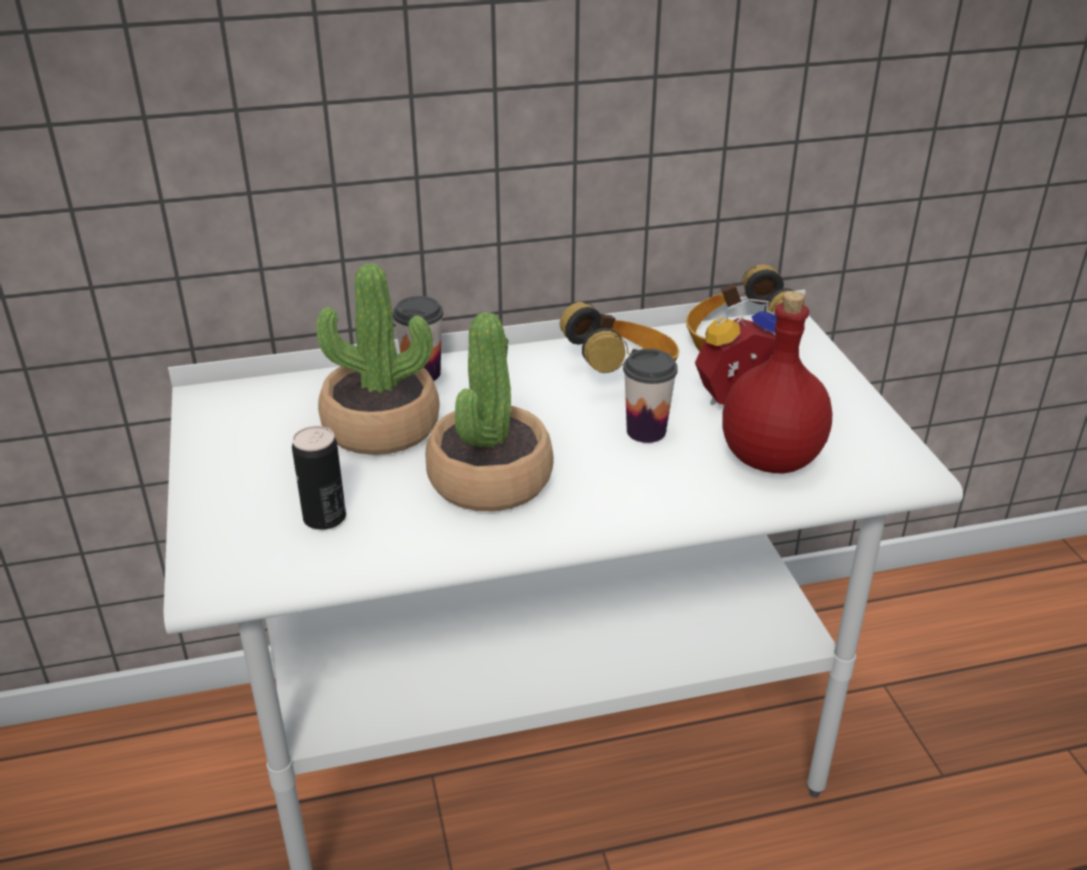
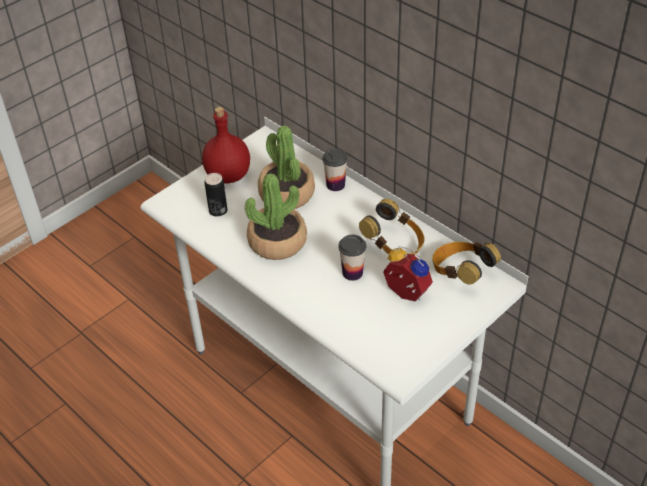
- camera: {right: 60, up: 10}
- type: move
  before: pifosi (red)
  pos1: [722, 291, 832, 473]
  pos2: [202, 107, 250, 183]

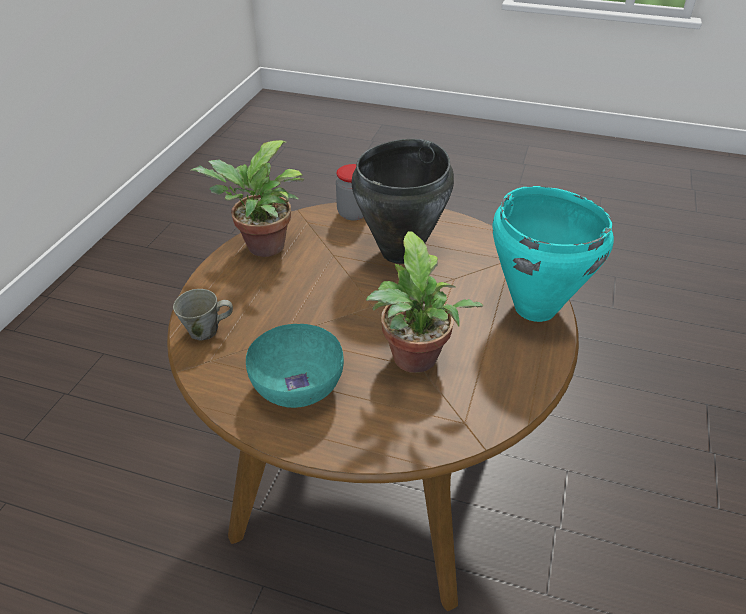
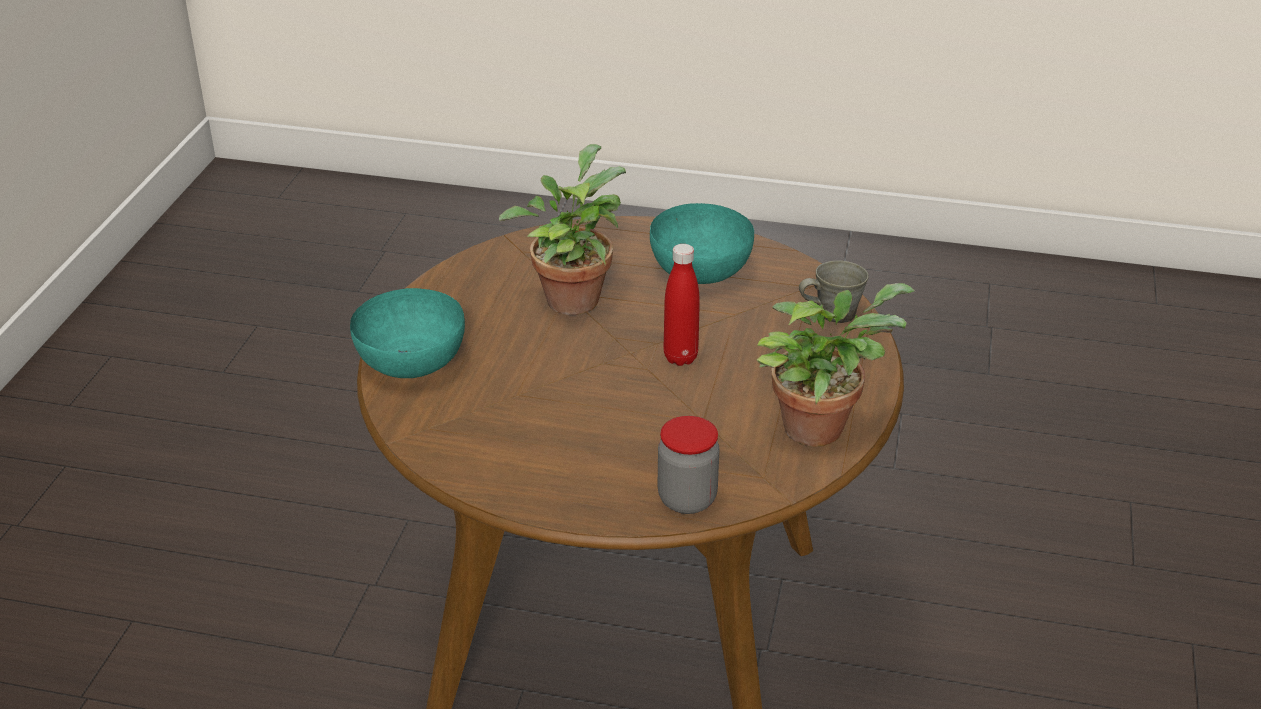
- camera: {right: 175, up: -5}
- type: delete
  before: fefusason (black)
  pos1: [351, 139, 454, 264]
- type: replace
  before: fefusason (turquoise)
  after: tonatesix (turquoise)
  pos1: [493, 186, 614, 322]
  pos2: [350, 288, 465, 378]
- type: insert
  after: pifosi (red)
  pos2: [664, 244, 700, 366]

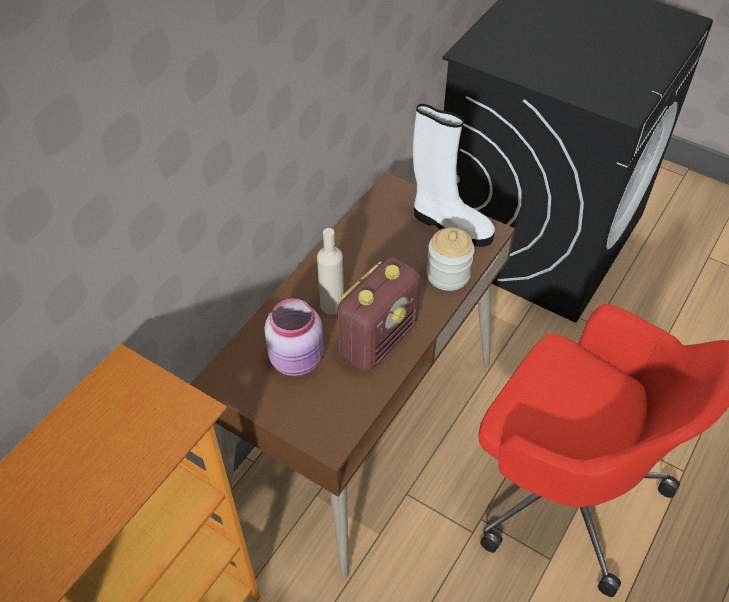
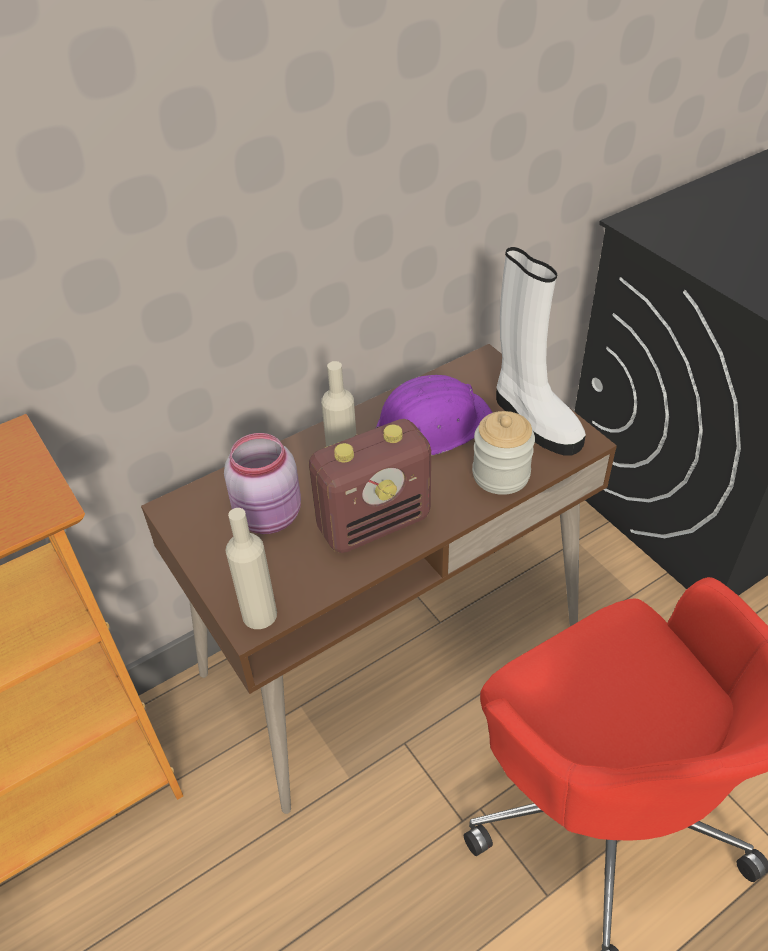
- camera: {right: 25, up: -5}
- type: insert
  after: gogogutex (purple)
  pos2: [376, 375, 493, 456]
- type: insert
  after: pifosi (beige)
  pos2: [225, 508, 277, 629]

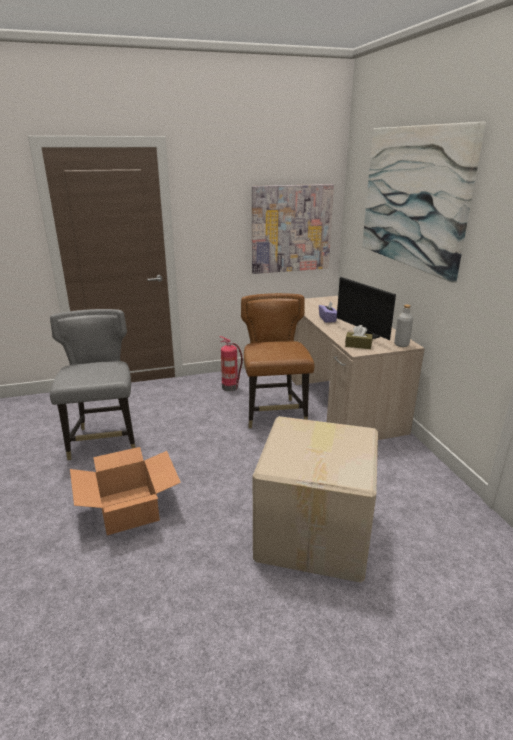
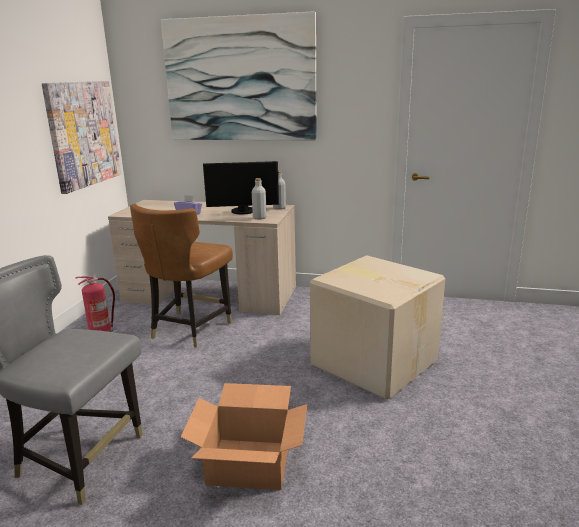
- camera: {right: -60, up: -5}
- type: rotate
  before: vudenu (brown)
  pos1: [241, 293, 314, 428]
  pos2: [130, 204, 233, 348]
  turn: -90
- type: replace
  before: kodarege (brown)
  after: pifosi (grey)
  pos1: [345, 325, 373, 349]
  pos2: [252, 178, 267, 220]

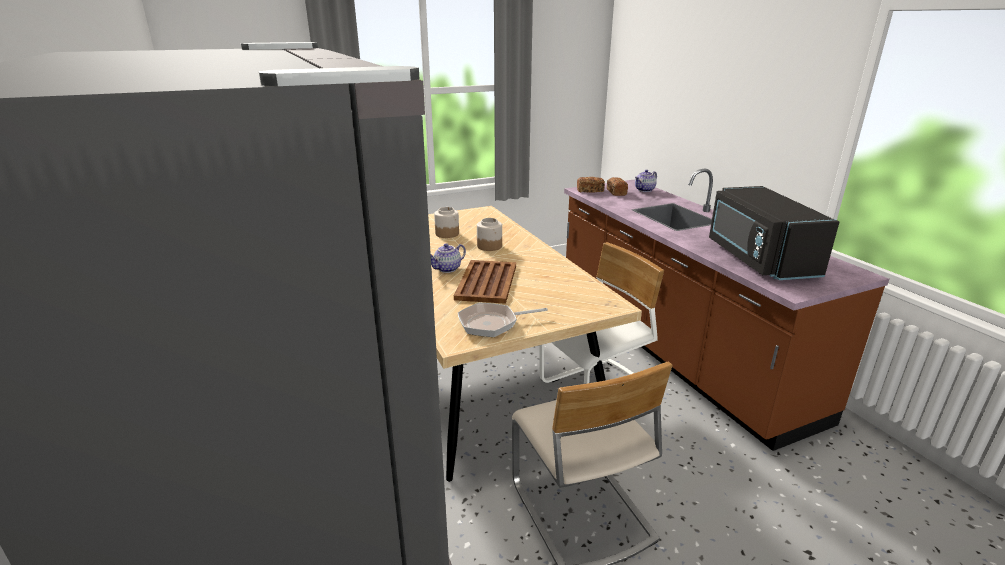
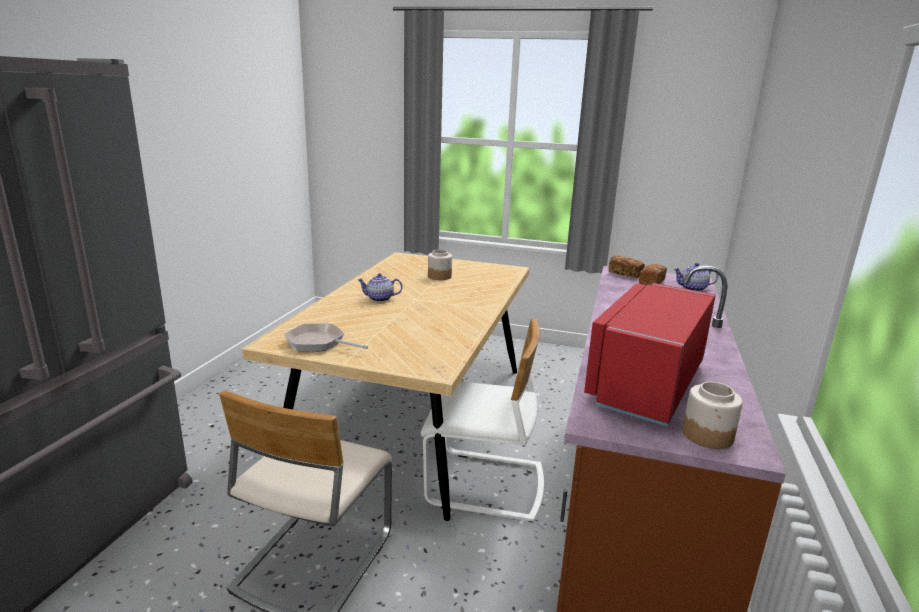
- camera: {right: 40, up: -5}
- type: recolor
  before: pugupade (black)
  after: pugupade (red)
  pos1: [709, 186, 839, 280]
  pos2: [584, 283, 716, 427]
- type: move
  before: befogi
  pos1: [477, 218, 502, 251]
  pos2: [682, 382, 743, 449]
- type: delete
  before: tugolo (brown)
  pos1: [454, 260, 516, 304]

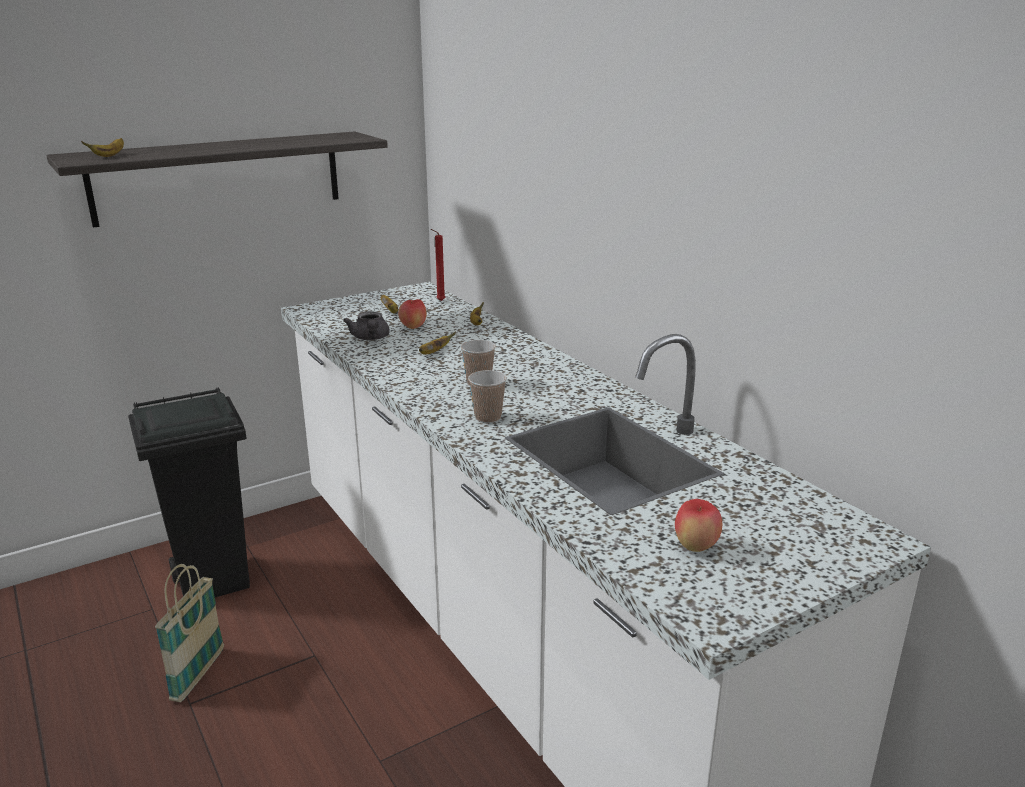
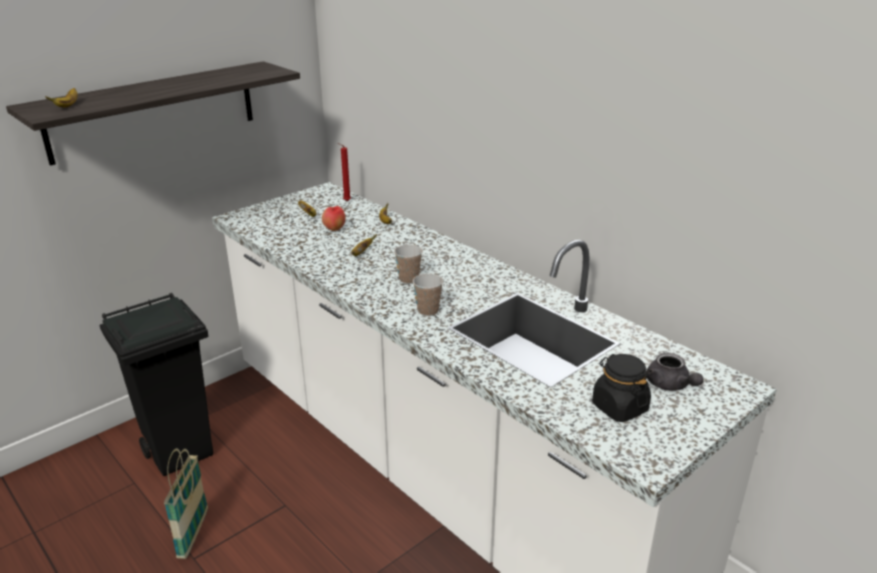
- camera: {right: -10, up: 5}
- type: move
  before: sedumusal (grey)
  pos1: [343, 311, 390, 340]
  pos2: [647, 353, 704, 391]
- type: replace
  before: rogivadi
  after: befogi (black)
  pos1: [675, 499, 722, 552]
  pos2: [592, 354, 651, 422]

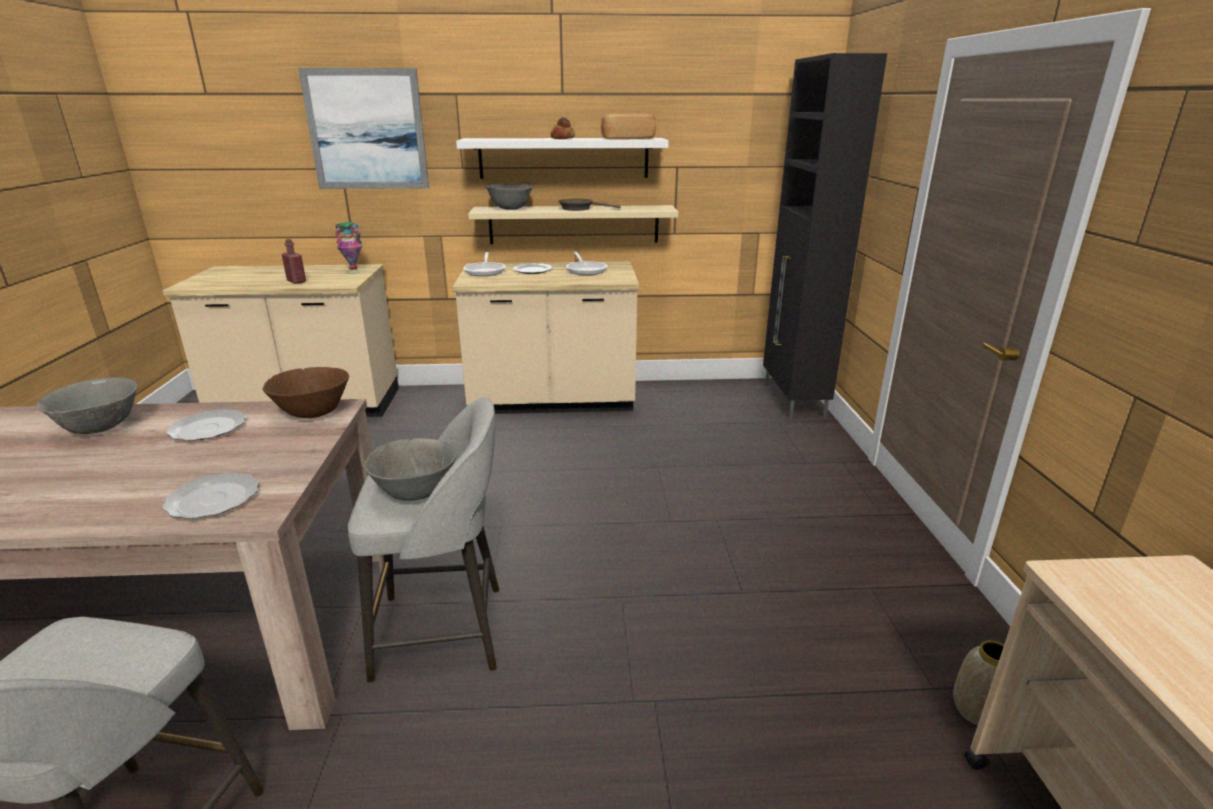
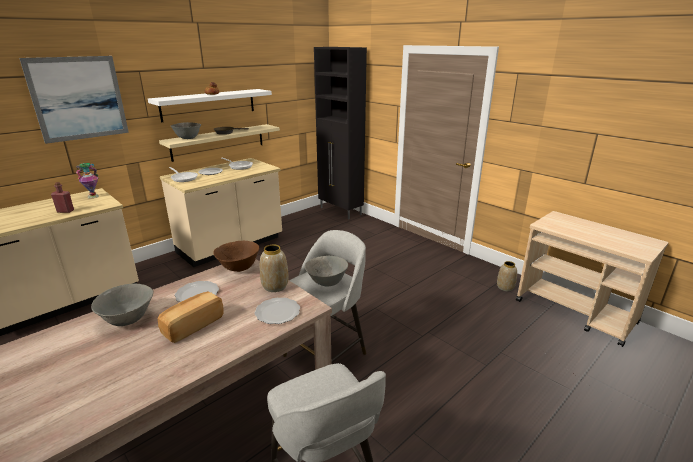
- camera: {right: -40, up: 0}
- type: move
  before: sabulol
  pos1: [601, 114, 656, 140]
  pos2: [158, 292, 224, 343]
- type: insert
  after: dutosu
  pos2: [260, 245, 289, 292]

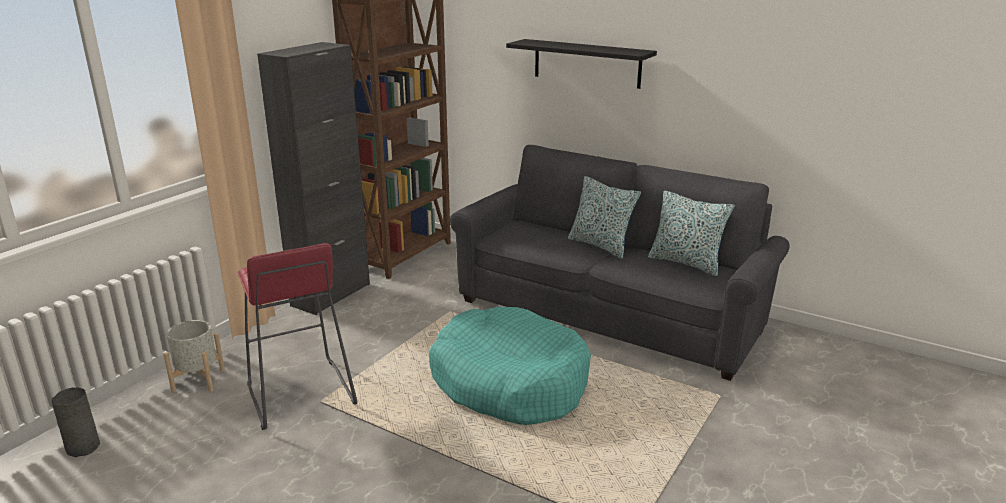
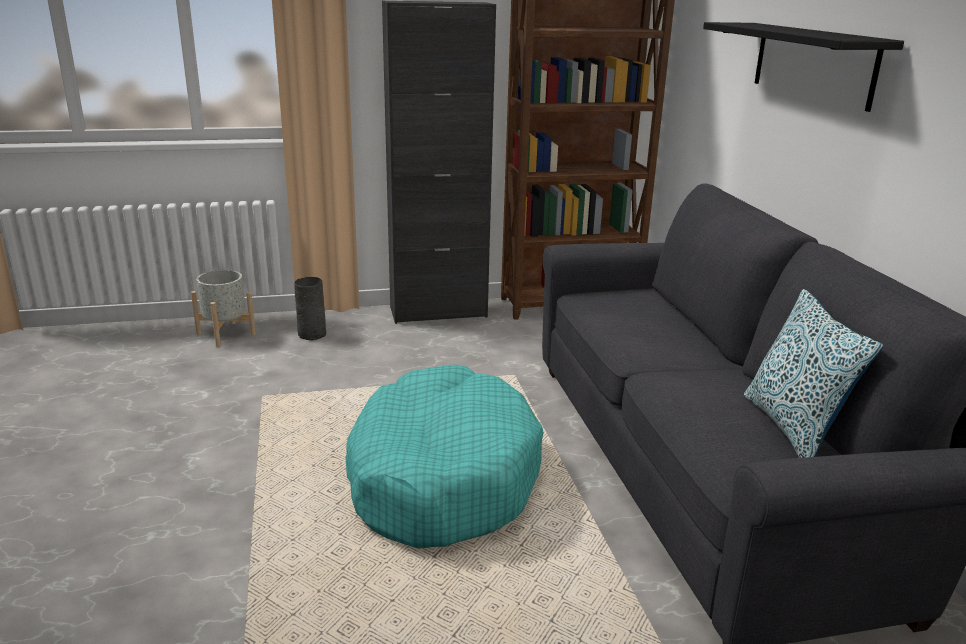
- camera: {right: 45, up: 0}
- type: delete
  before: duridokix
  pos1: [568, 176, 641, 259]
- type: delete
  before: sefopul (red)
  pos1: [238, 243, 357, 430]
- type: move
  before: dutosu (grey)
  pos1: [52, 388, 100, 457]
  pos2: [294, 277, 326, 340]

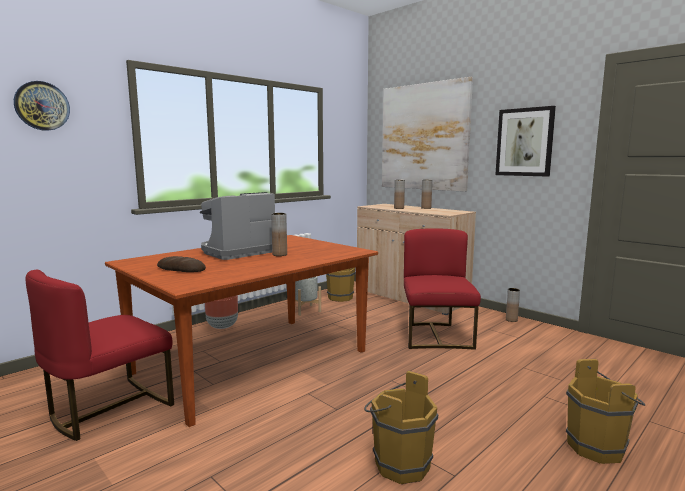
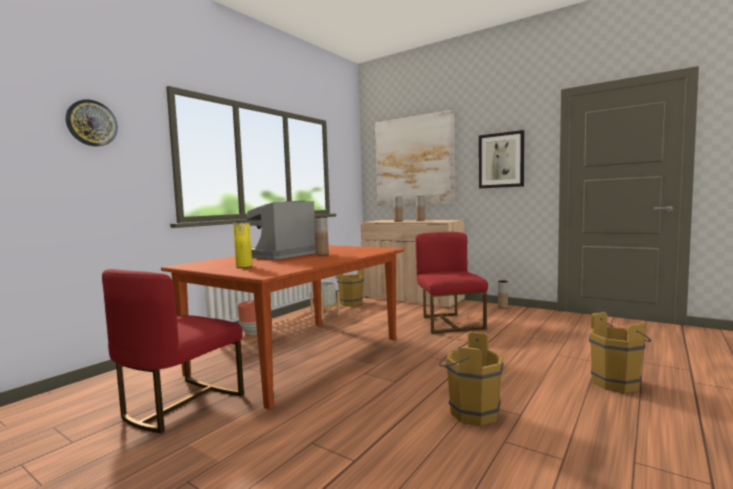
- camera: {right: -10, up: -5}
- type: replace
  before: sabulol
  after: dutosu (yellow)
  pos1: [157, 256, 206, 272]
  pos2: [233, 222, 252, 268]

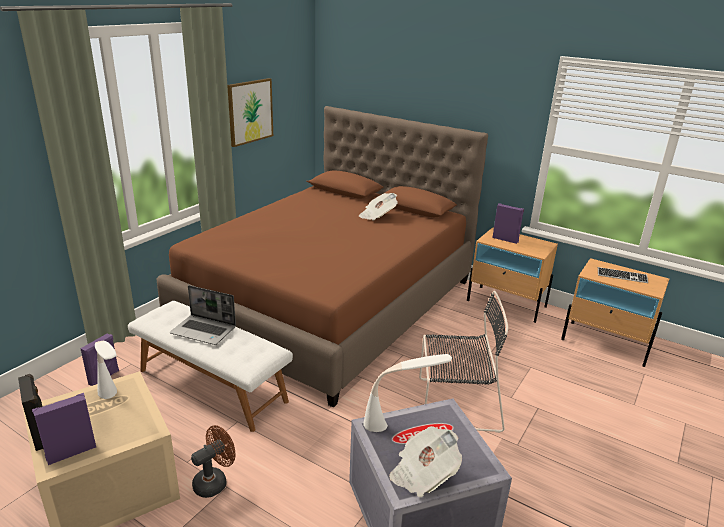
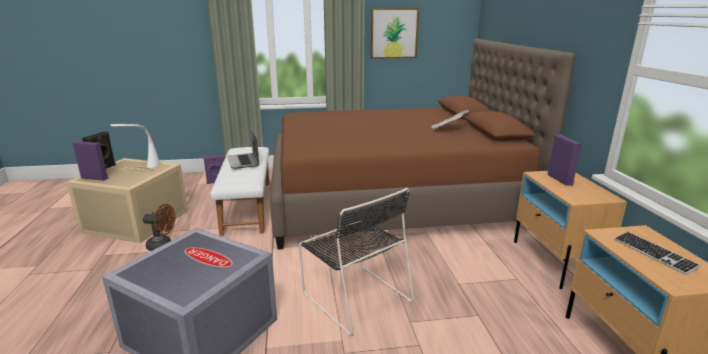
- camera: {right: 50, up: -5}
- type: delete
  before: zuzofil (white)
  pos1: [363, 354, 452, 432]
- type: delete
  before: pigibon
  pos1: [389, 426, 462, 498]

